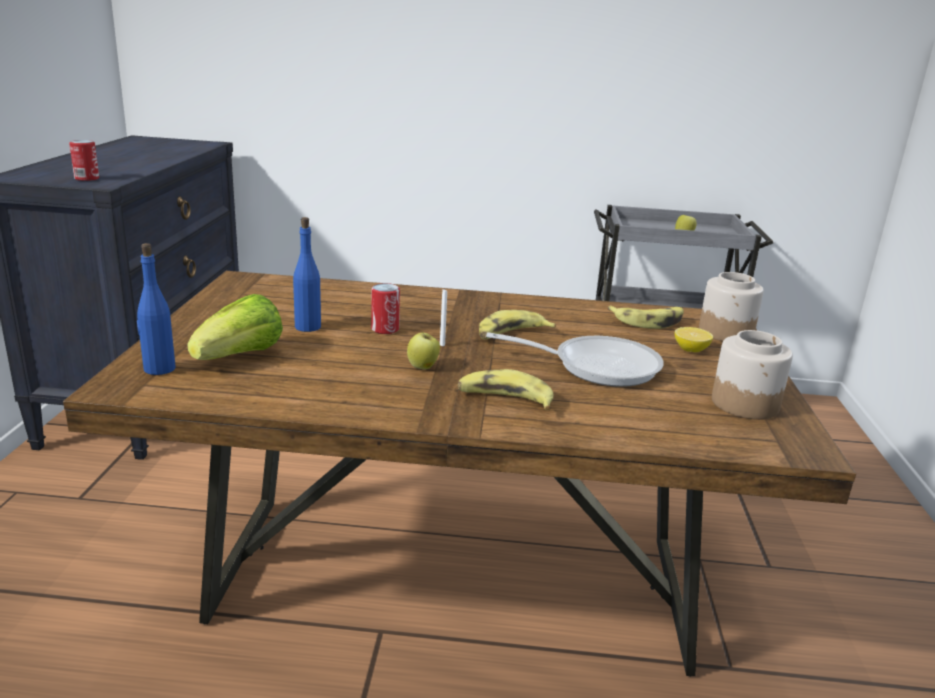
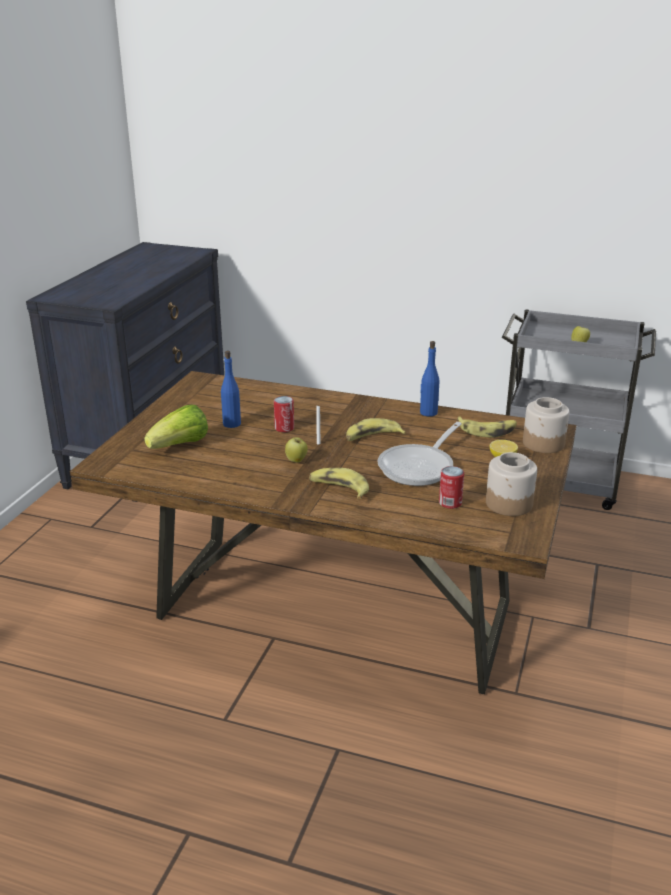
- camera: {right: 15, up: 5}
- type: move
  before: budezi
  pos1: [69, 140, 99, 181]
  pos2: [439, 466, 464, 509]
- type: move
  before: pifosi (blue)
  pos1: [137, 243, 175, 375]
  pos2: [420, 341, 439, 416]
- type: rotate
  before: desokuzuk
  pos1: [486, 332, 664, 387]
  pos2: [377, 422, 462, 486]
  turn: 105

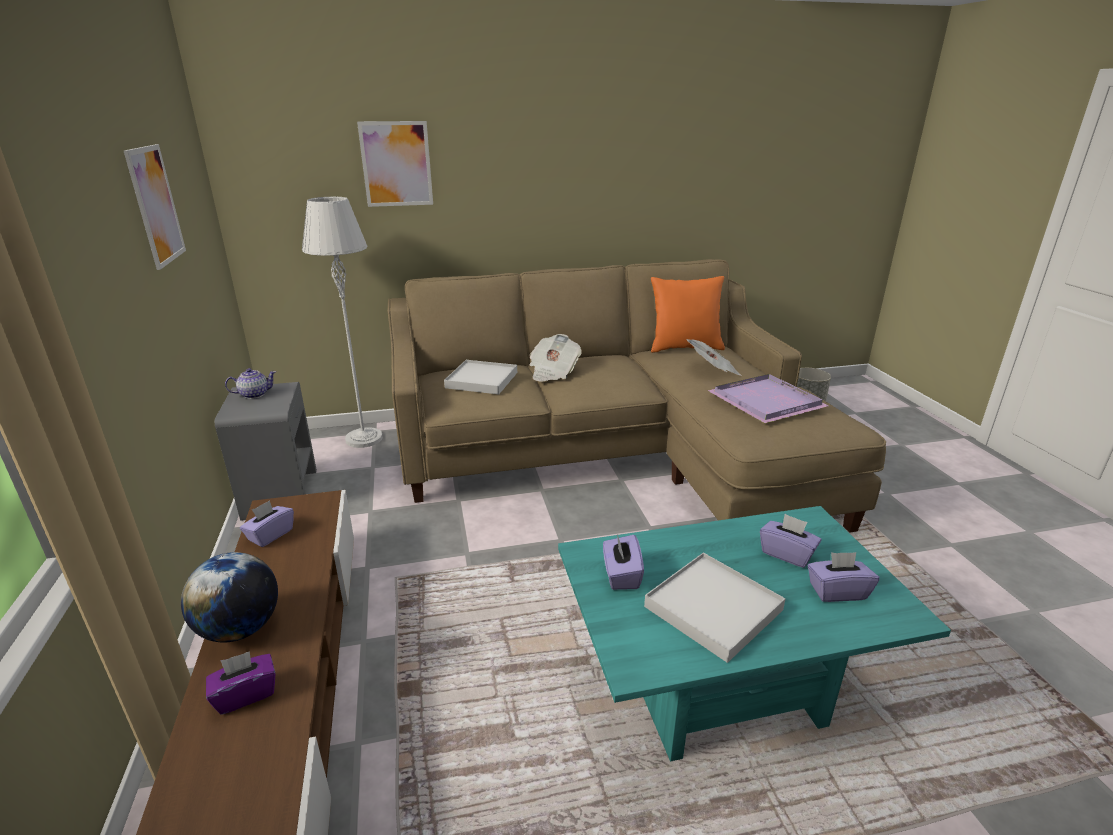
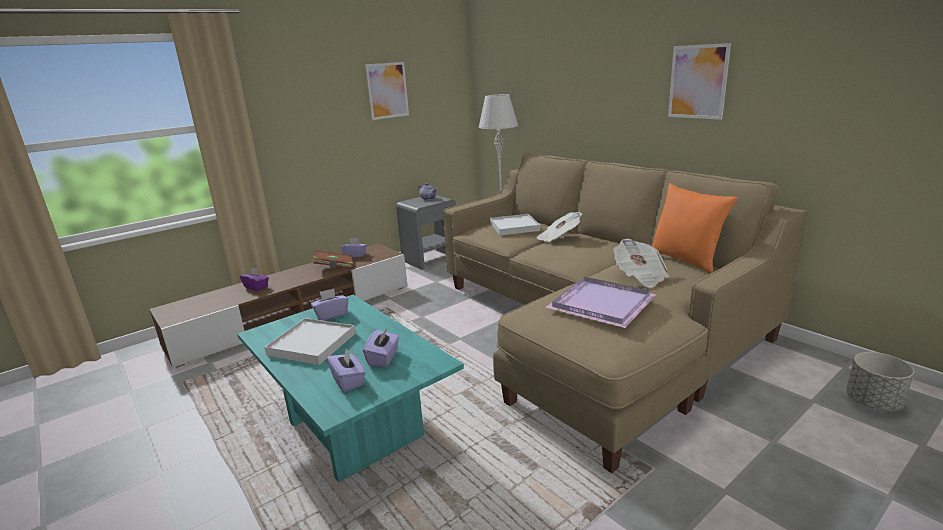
- camera: {right: 65, up: -5}
- type: move
  before: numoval
  pos1: [357, 121, 433, 207]
  pos2: [668, 43, 731, 120]
- type: delete
  before: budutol
  pos1: [181, 552, 278, 643]
- type: insert
  after: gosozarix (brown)
  pos2: [313, 250, 353, 269]

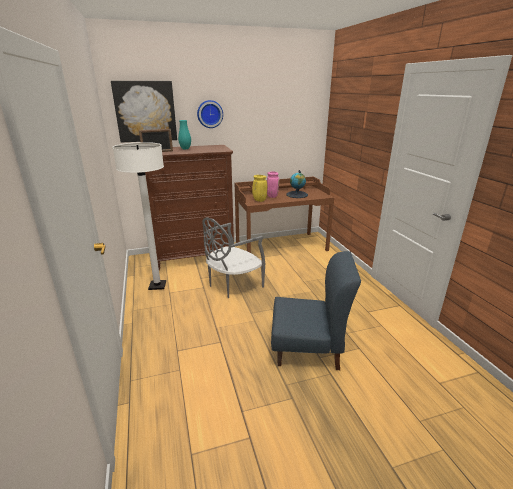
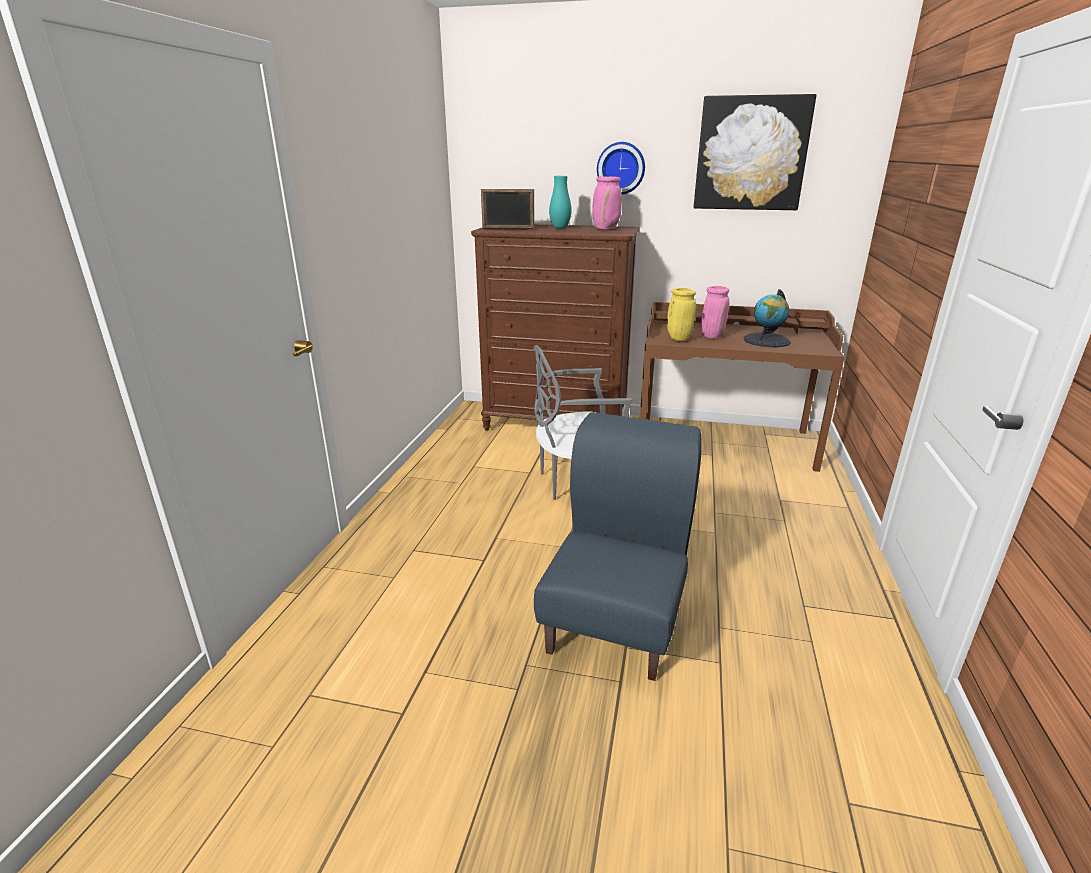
- camera: {right: 30, up: 0}
- type: move
  before: numoval
  pos1: [111, 81, 177, 143]
  pos2: [694, 94, 817, 210]
- type: delete
  before: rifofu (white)
  pos1: [112, 142, 166, 290]
- type: rotate
  before: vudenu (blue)
  pos1: [271, 251, 361, 370]
  pos2: [534, 412, 702, 681]
  turn: -105
- type: insert
  after: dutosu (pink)
  pos2: [592, 176, 622, 230]

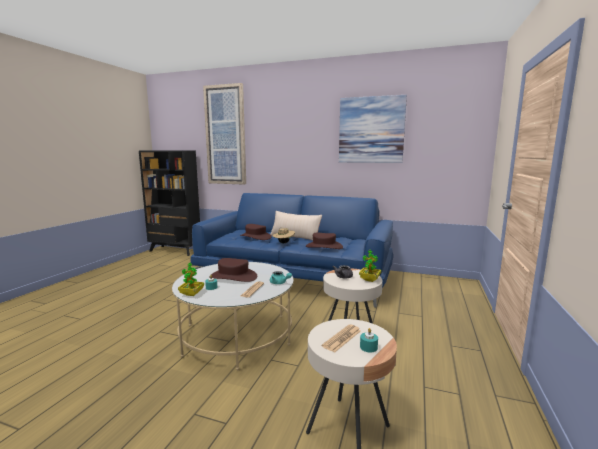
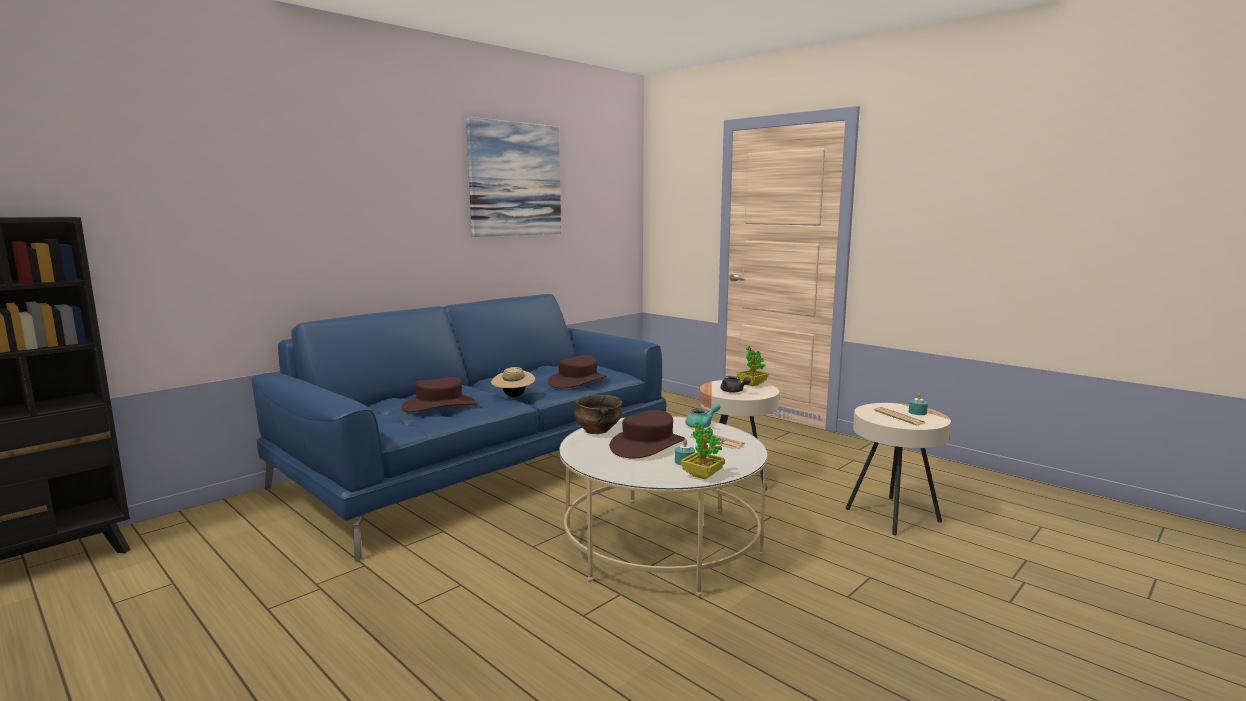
- camera: {right: -65, up: 0}
- type: delete
  before: numoval
  pos1: [203, 83, 246, 185]
- type: delete
  before: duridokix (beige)
  pos1: [270, 211, 322, 241]
- type: insert
  after: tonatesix
  pos2: [574, 395, 622, 434]

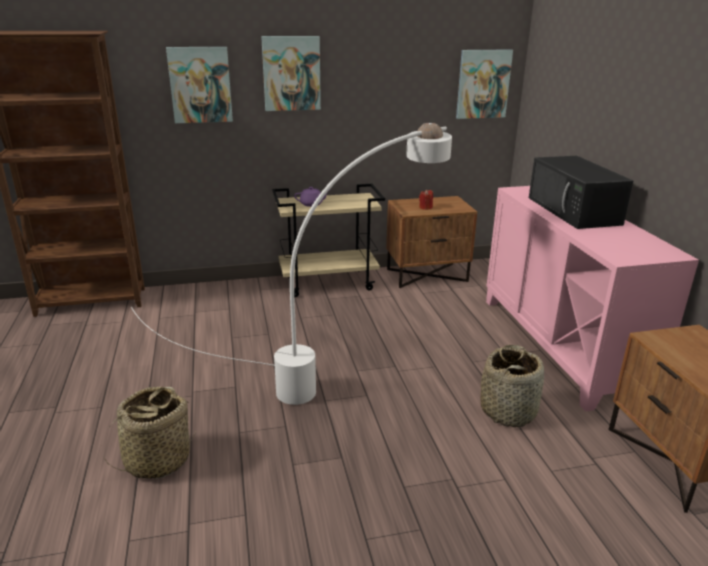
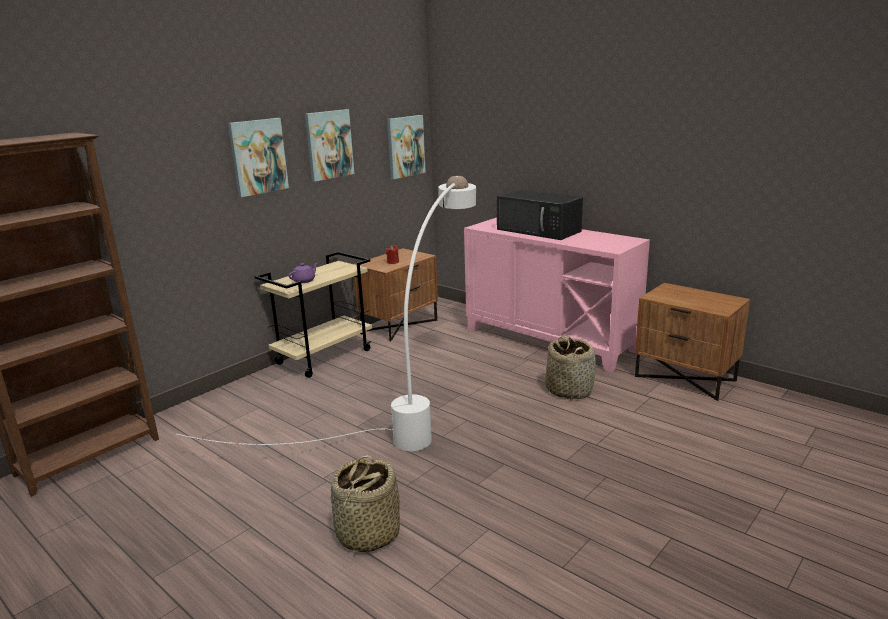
- camera: {right: -35, up: -5}
- type: move
  before: numoval
  pos1: [166, 47, 233, 123]
  pos2: [305, 109, 354, 182]

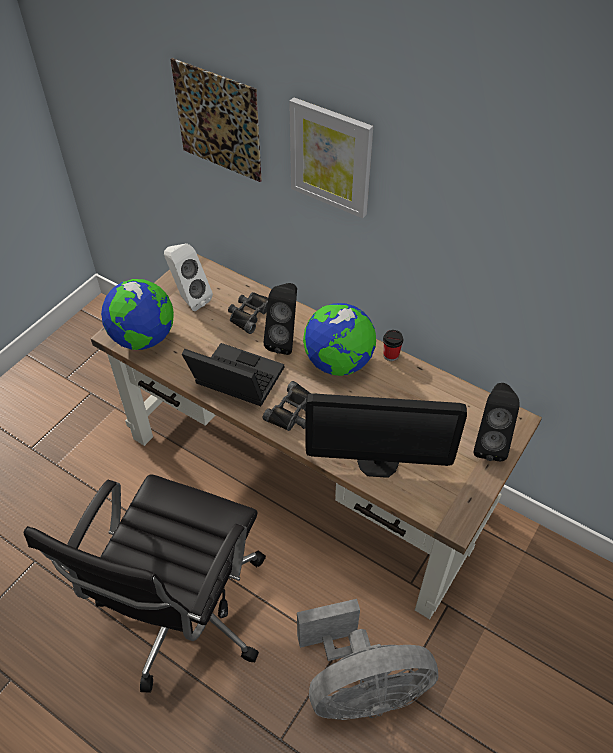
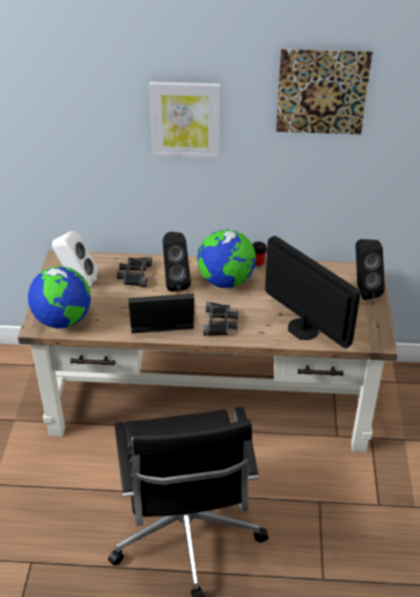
- camera: {right: -30, up: -10}
- type: move
  before: numoval
  pos1: [170, 58, 262, 182]
  pos2: [276, 49, 372, 134]
- type: rotate
  before: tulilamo
  pos1: [306, 393, 467, 478]
  pos2: [265, 236, 360, 348]
  turn: -105
- type: delete
  before: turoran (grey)
  pos1: [297, 599, 438, 720]

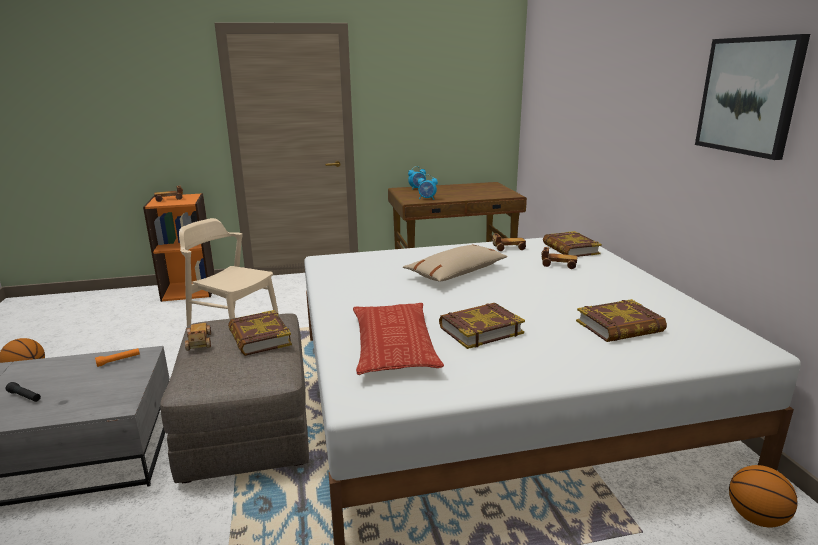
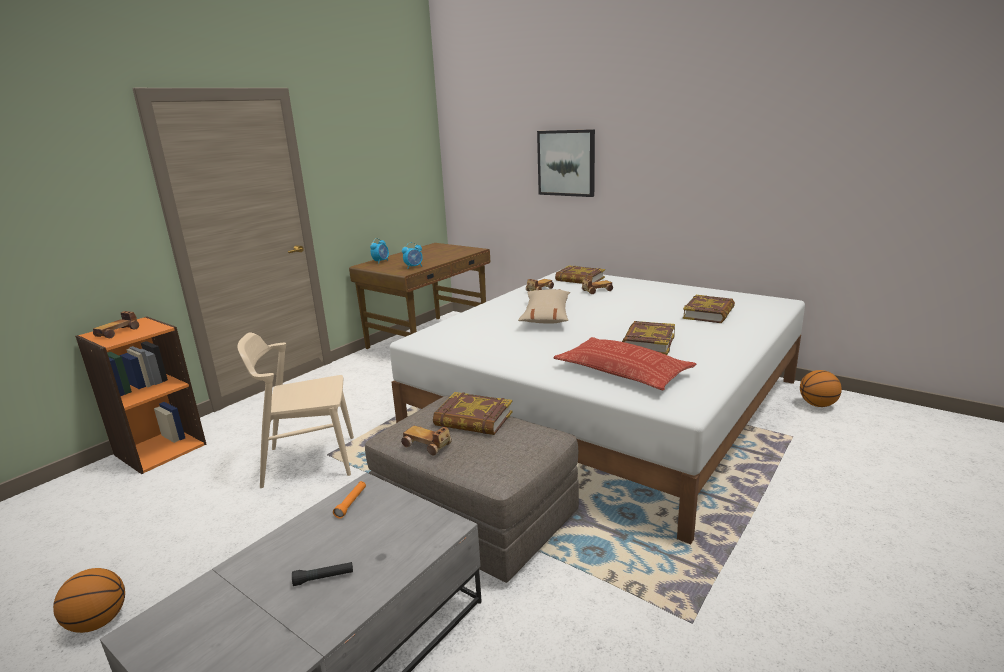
- camera: {right: -40, up: 0}
- type: move
  before: numoval
  pos1: [695, 34, 810, 160]
  pos2: [537, 129, 595, 197]

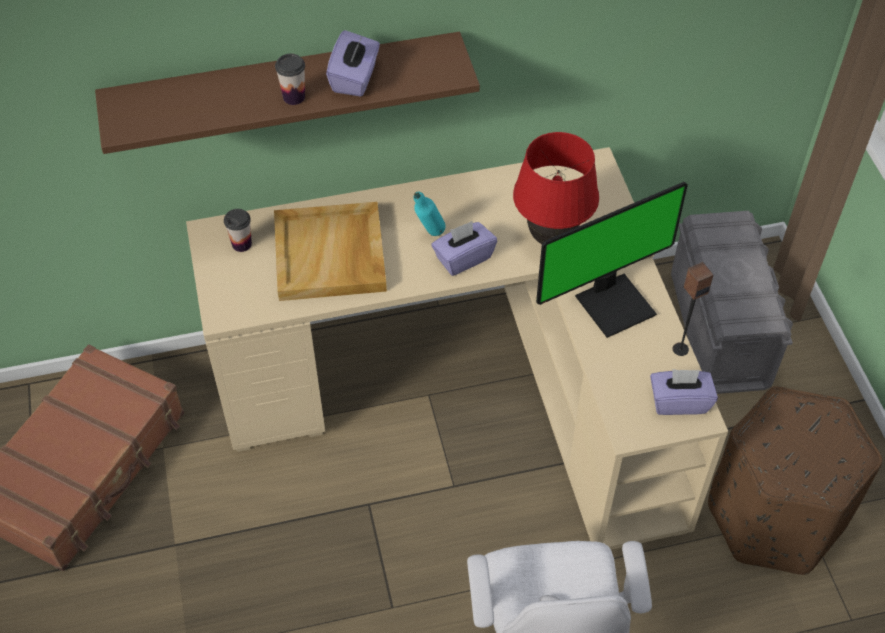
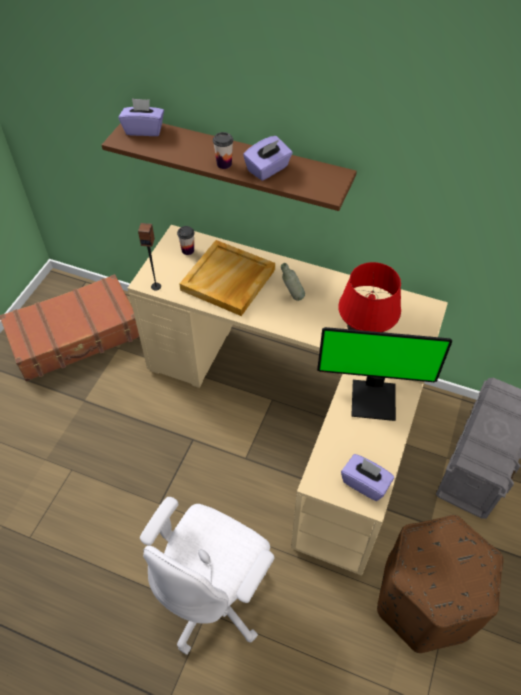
- camera: {right: 35, up: 0}
- type: recolor
  before: pifosi (turquoise)
  after: pifosi (grey)
  pos1: [414, 191, 446, 236]
  pos2: [281, 263, 305, 301]
- type: move
  before: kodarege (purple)
  pos1: [431, 221, 497, 276]
  pos2: [119, 98, 164, 136]
- type: move
  before: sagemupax
  pos1: [673, 262, 713, 356]
  pos2: [138, 223, 161, 291]

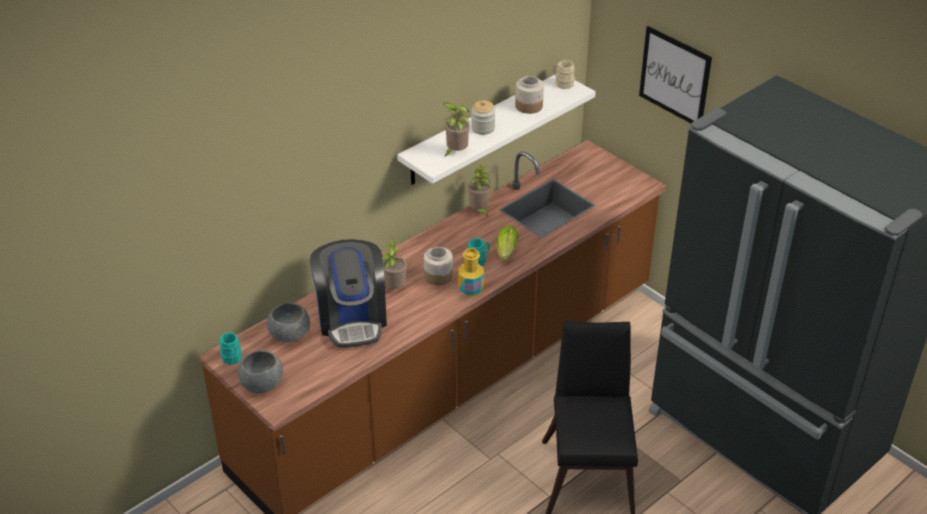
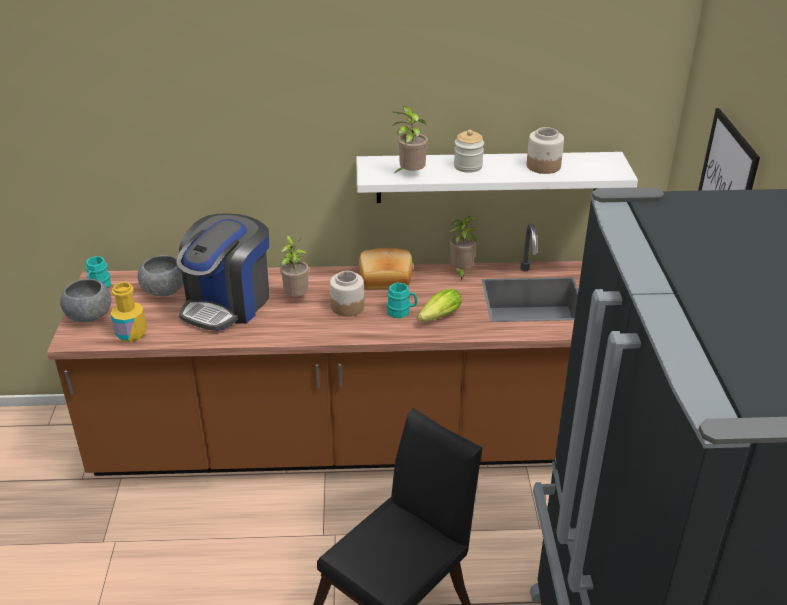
- camera: {right: 40, up: -5}
- type: delete
  before: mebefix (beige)
  pos1: [553, 60, 575, 89]
- type: move
  before: pifosi (yellow)
  pos1: [458, 248, 484, 296]
  pos2: [111, 282, 147, 342]
- type: insert
  after: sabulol
  pos2: [359, 248, 413, 289]

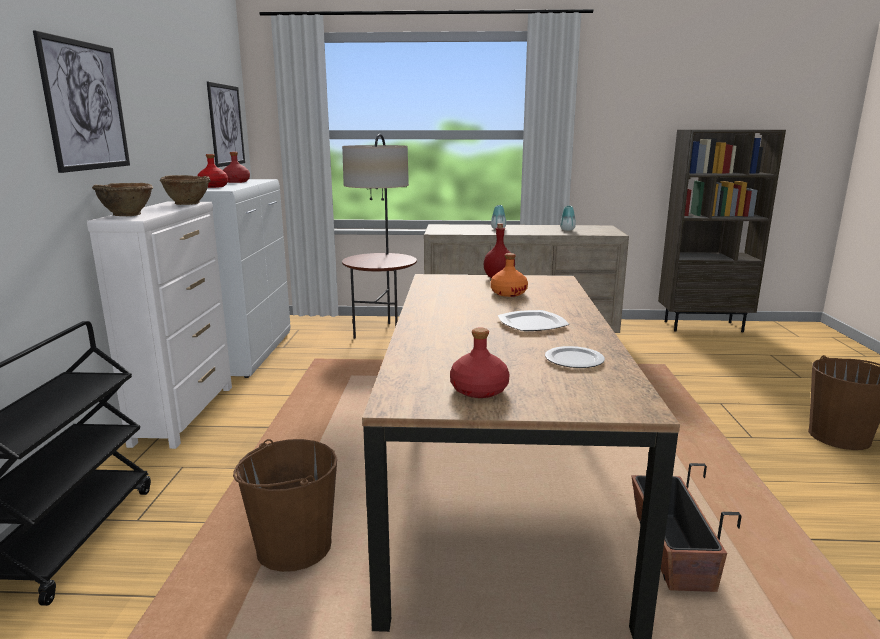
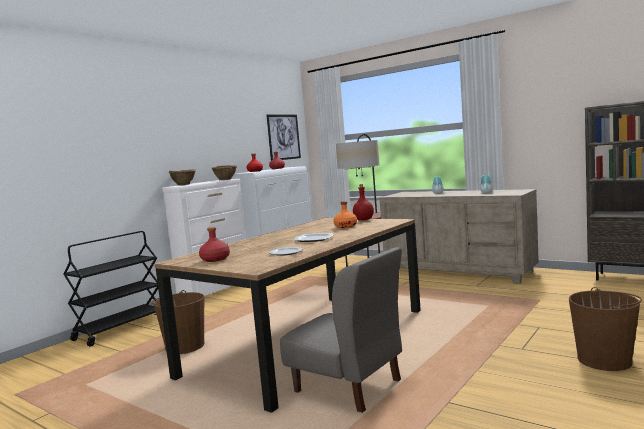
- camera: {right: 35, up: -10}
- type: delete
  before: numoval
  pos1: [33, 31, 130, 173]
- type: replace
  before: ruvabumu
  after: vudenu (grey)
  pos1: [631, 463, 742, 592]
  pos2: [280, 247, 402, 413]

